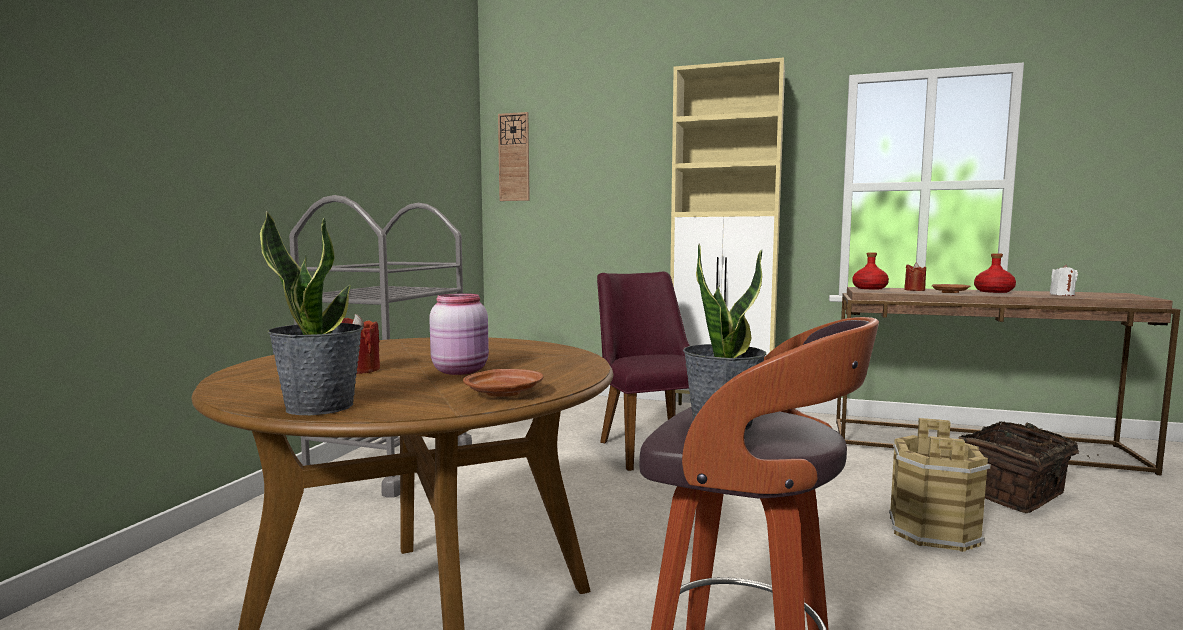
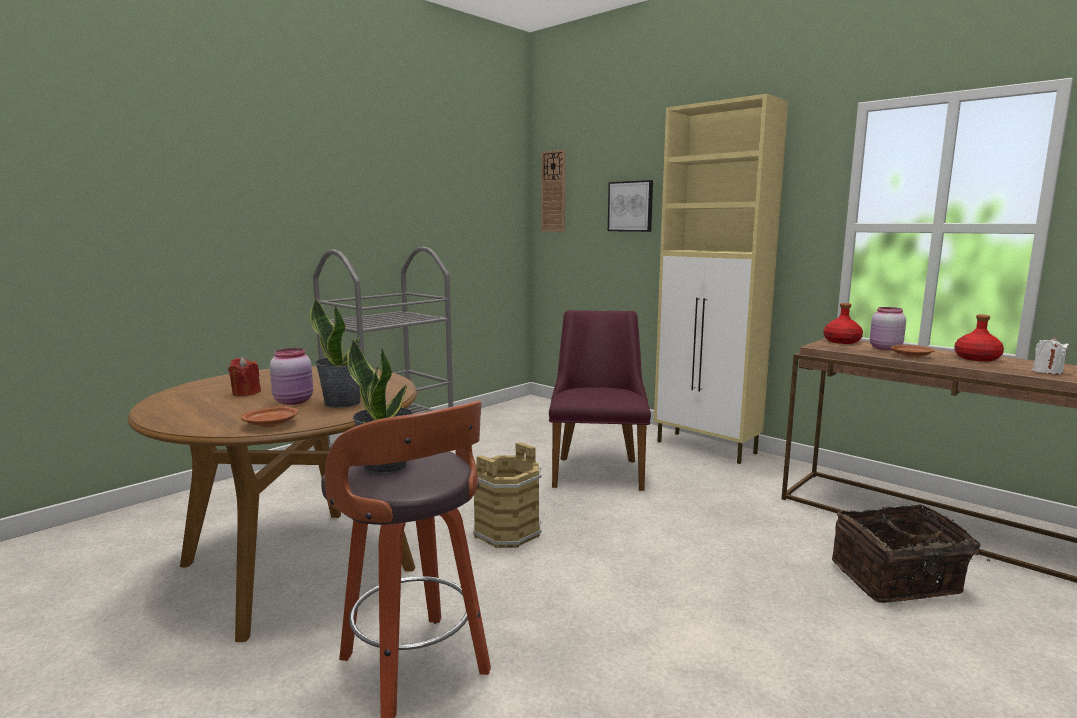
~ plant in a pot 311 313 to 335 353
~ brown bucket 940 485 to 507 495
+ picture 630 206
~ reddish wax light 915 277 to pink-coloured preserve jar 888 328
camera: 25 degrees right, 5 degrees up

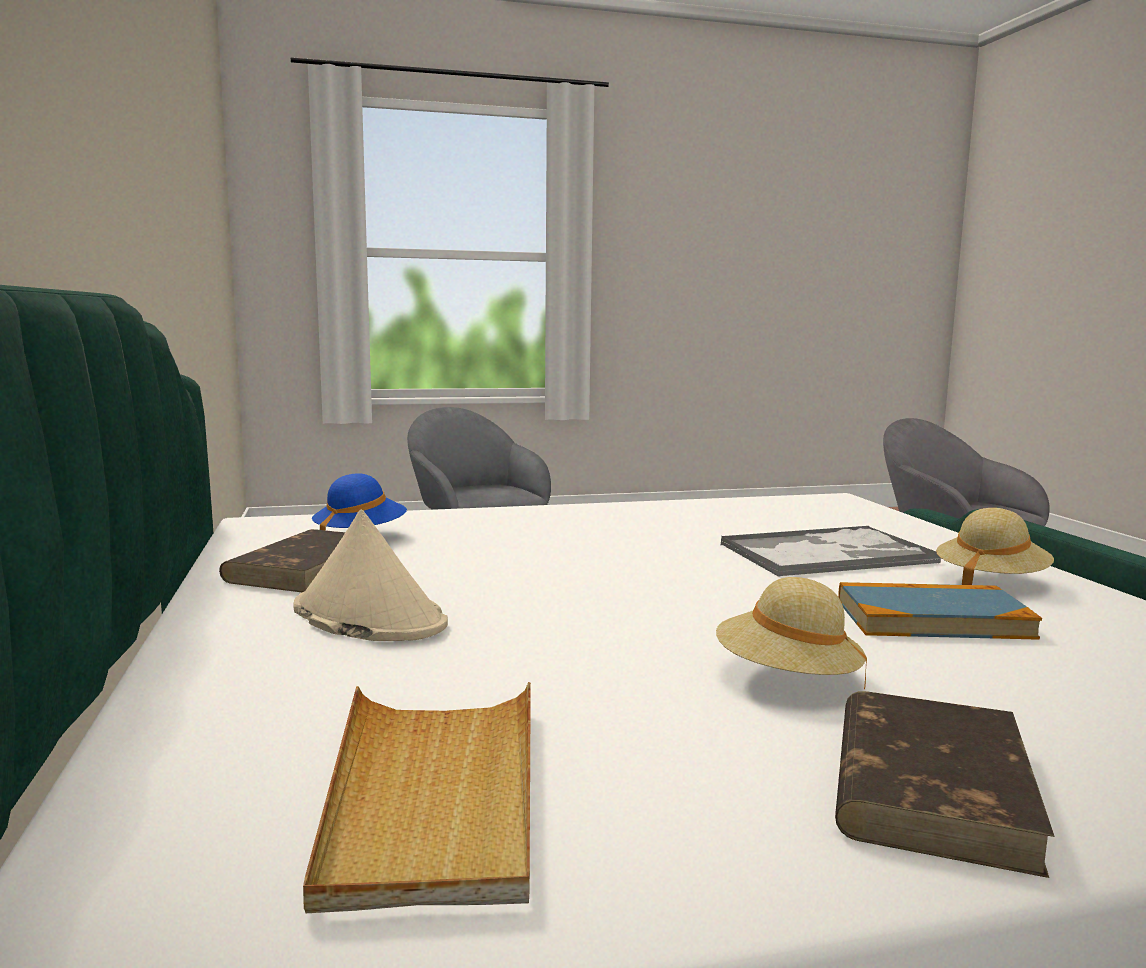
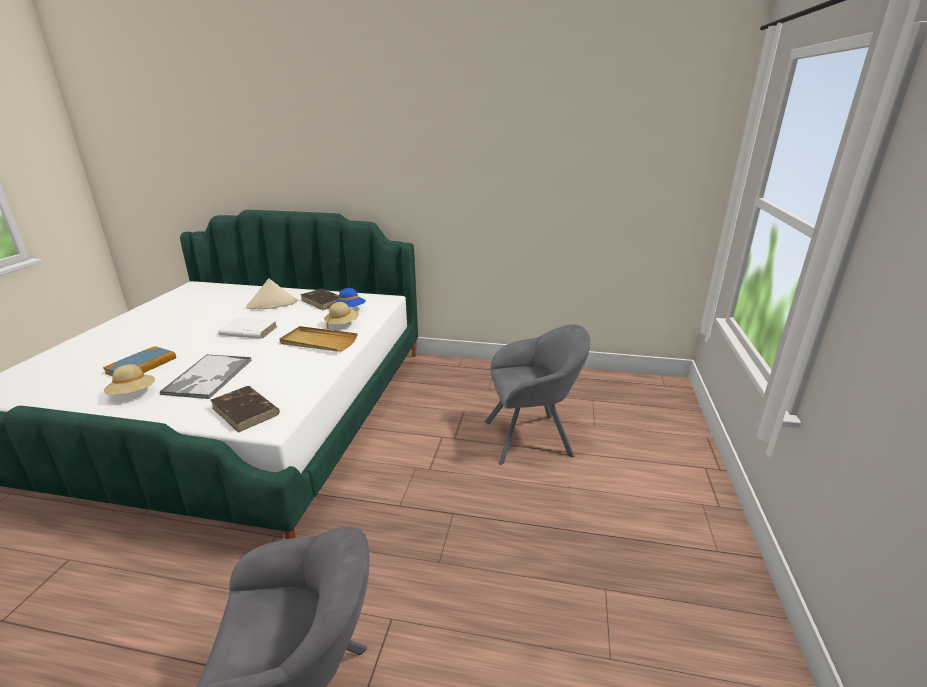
~ brown book 944 784 to 245 409
+ white-coloured book 247 328
~ beige serving tray 417 797 to 318 339
~ beige wearable hat 791 633 to 341 315
camera: 115 degrees right, 15 degrees up

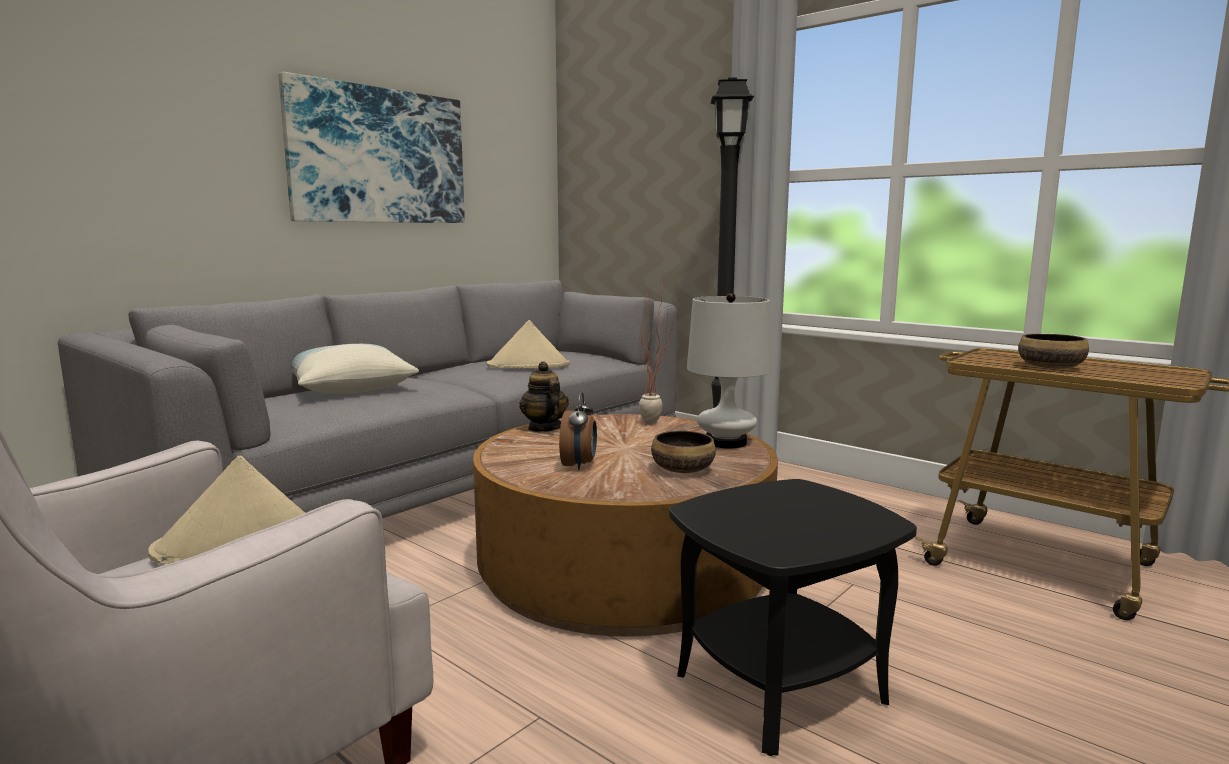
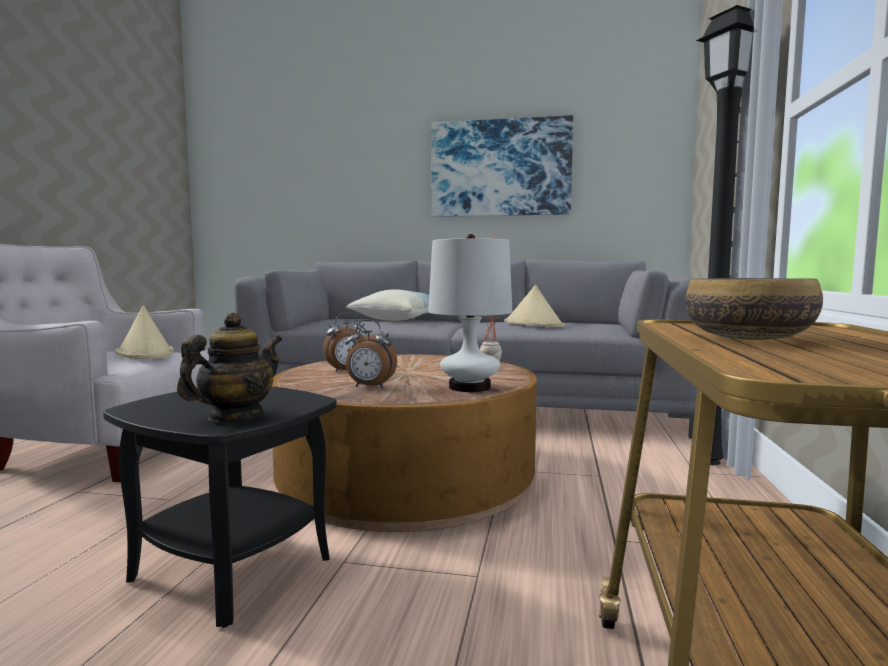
~ pot for tea 544 396 to 229 367
~ serving bowl 683 451 to bedside clock 371 354
camera: 60 degrees right, 5 degrees down

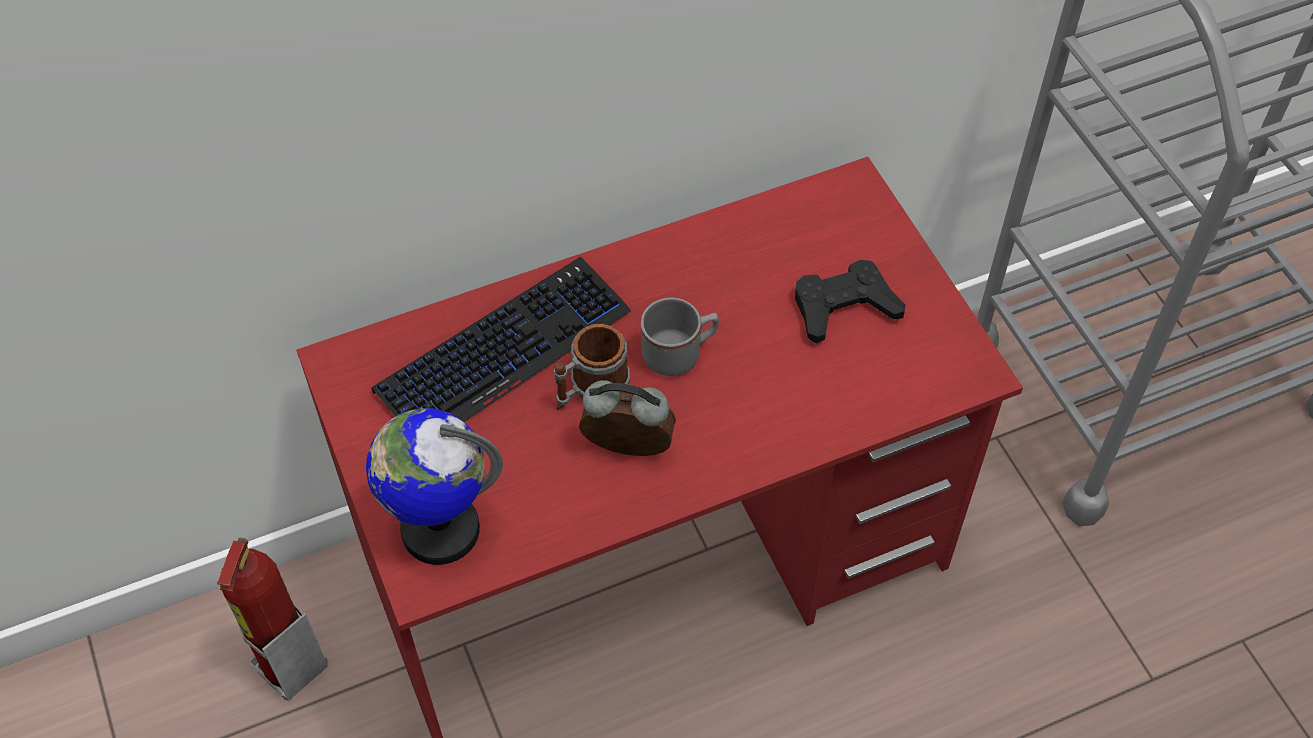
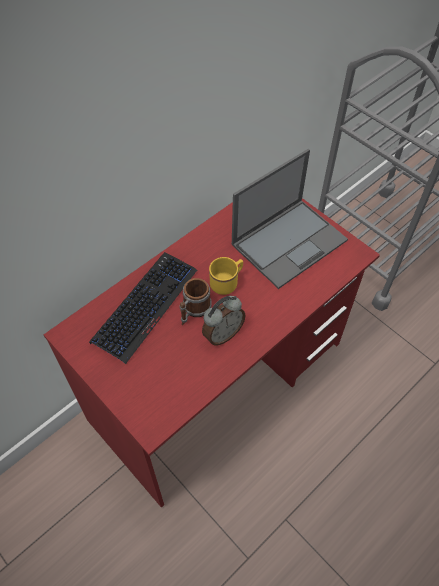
~ bedside clock 627 418 = 224 320 150 degrees clockwise
~ grey mug 680 337 to yellow mug 226 276
~ black-coloured gamepad 850 302 to notebook computer 289 219
- fire-fighting cylinder 272 619
- globe 434 486
camera: 20 degrees left, 0 degrees up

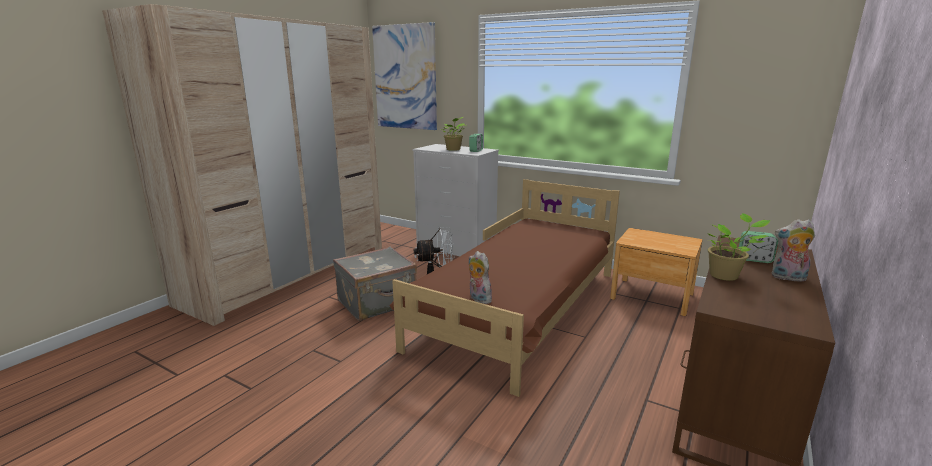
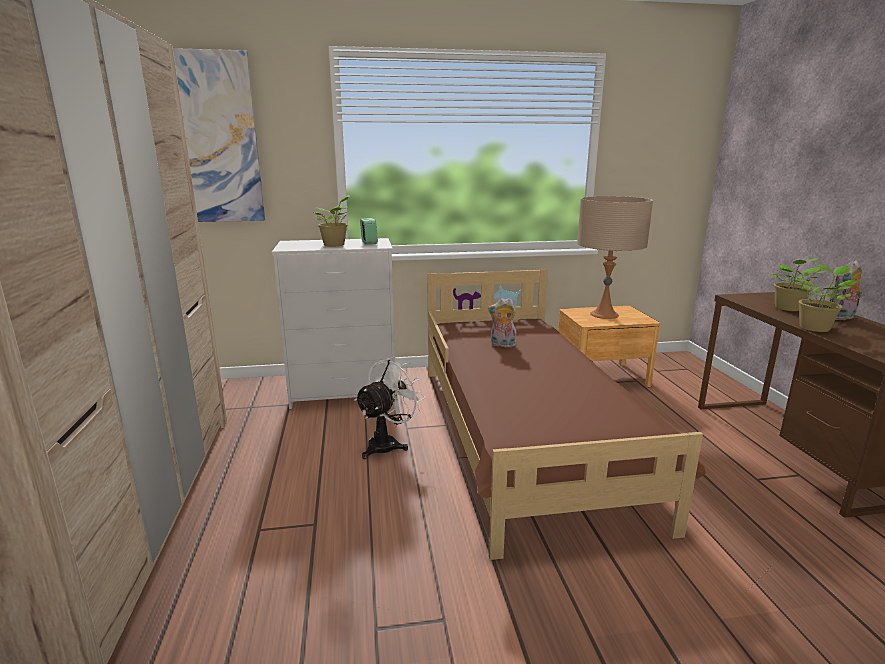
~ plush toy 480 277 to 502 322
+ beige lamp for a table 615 257
~ bedside clock 758 247 to plant in a pot 799 284
- grey suitcase 375 284
camera: 40 degrees left, 0 degrees up

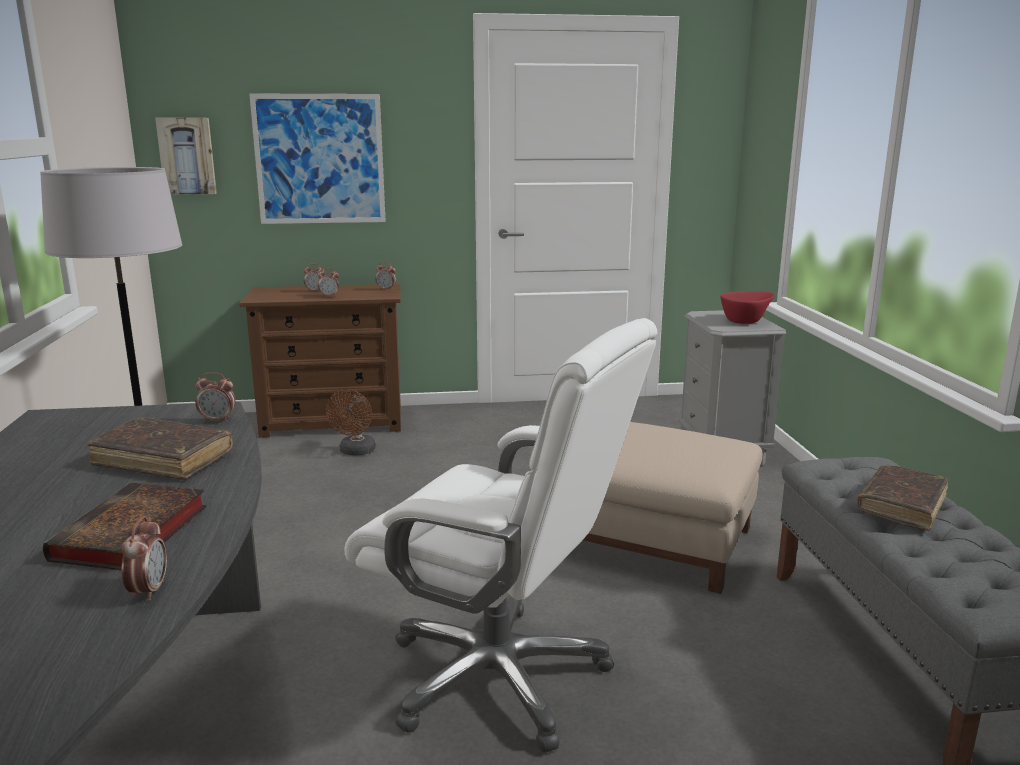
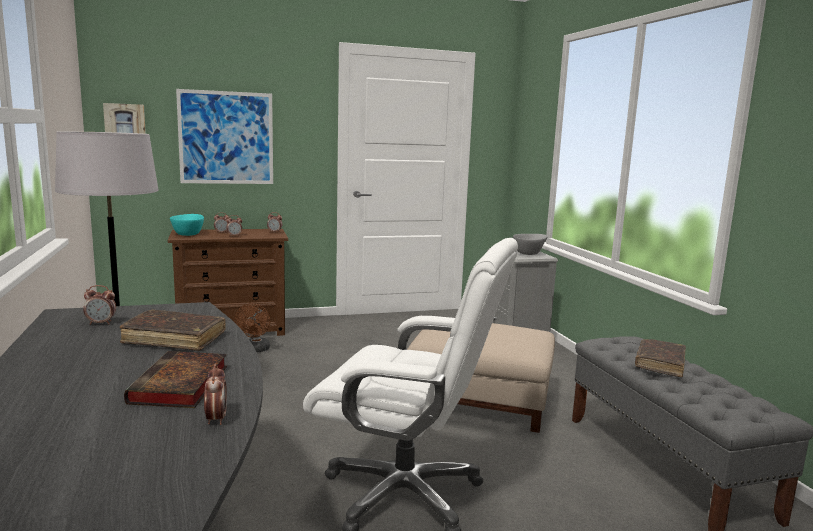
~ bedside clock 216 397 to 99 305
+ turquoise serving bowl 187 225
~ reddish serving bowl 748 307 to grey serving bowl 530 244
camera: 10 degrees left, 5 degrees down

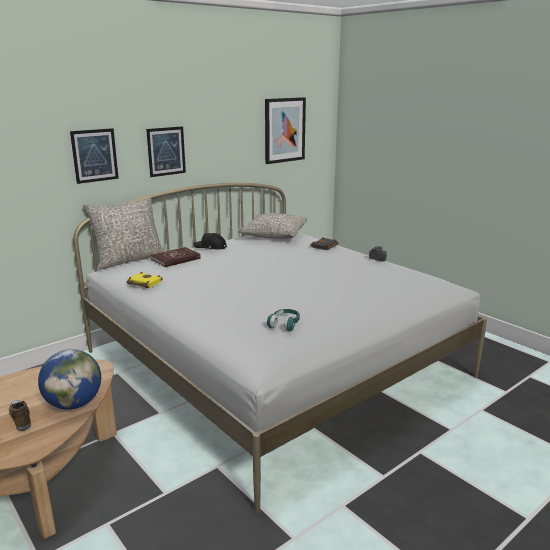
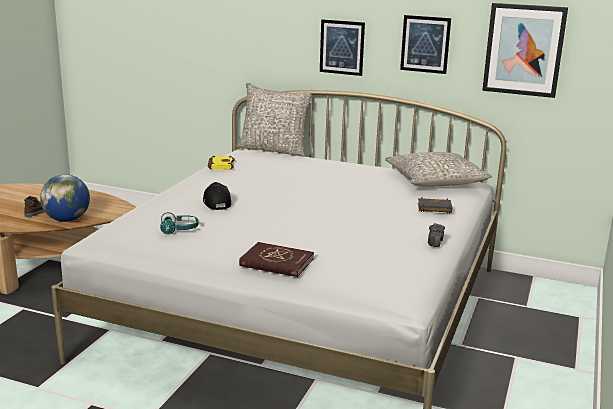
~ black-coloured baseball cap 210 241 to 217 196
~ reddish book 176 257 to 276 259
~ picture 94 156 to 425 44
camera: 60 degrees right, 0 degrees up

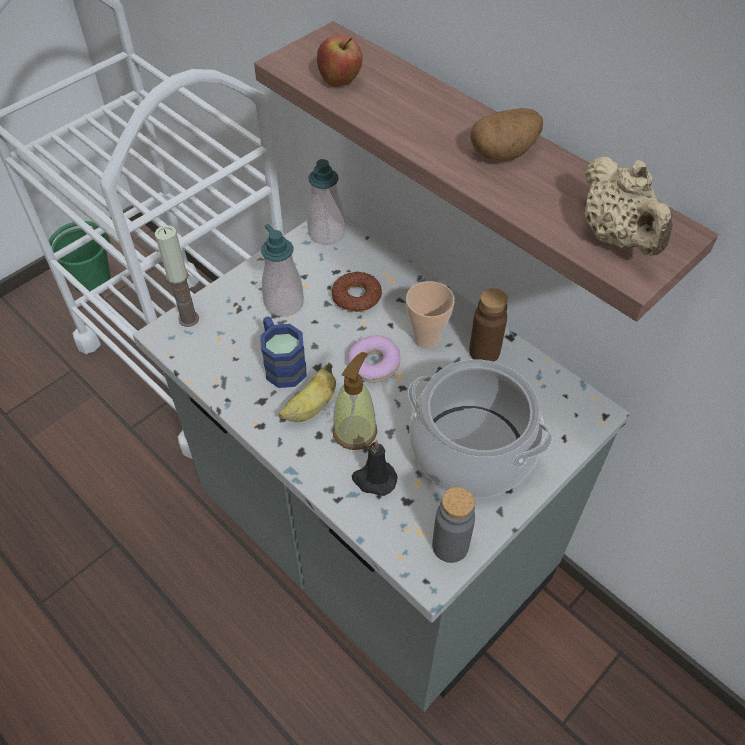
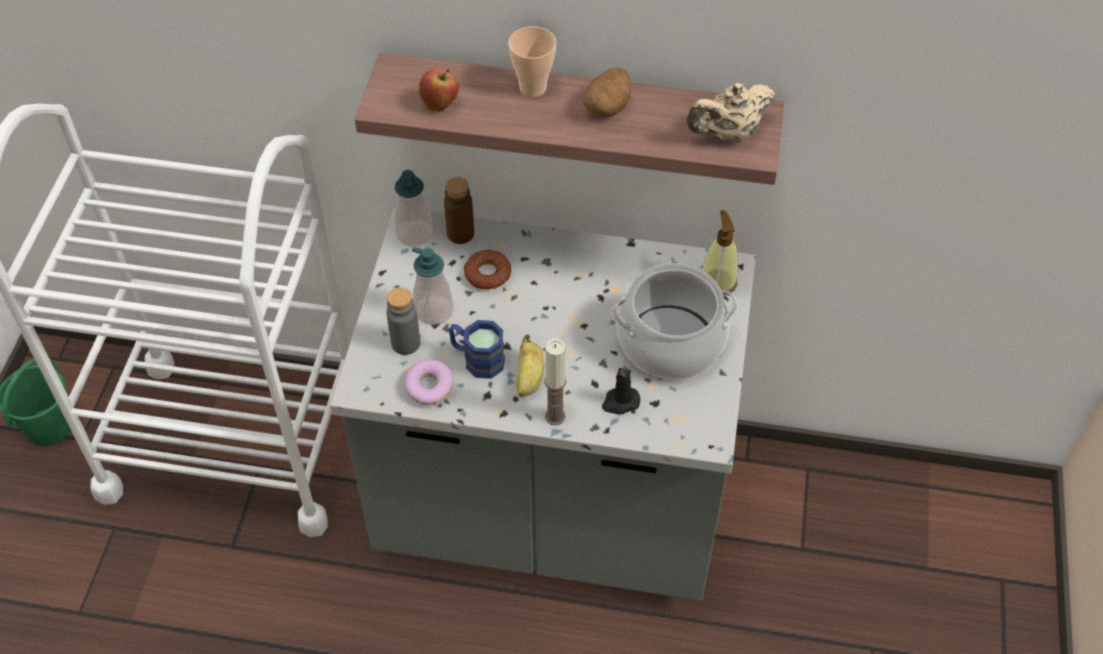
~ grey beverage bottle 453 525 to 403 321
~ donut 374 359 to 429 382
~ brown beverage bottle 488 325 to 459 210
~ small cup 430 315 to 532 61
~ wax light 177 276 to 555 382
~ beige pot for tea 629 206 = 731 112 120 degrees clockwise
~ soap bottle 354 401 to 720 253
camera: 35 degrees left, 0 degrees up

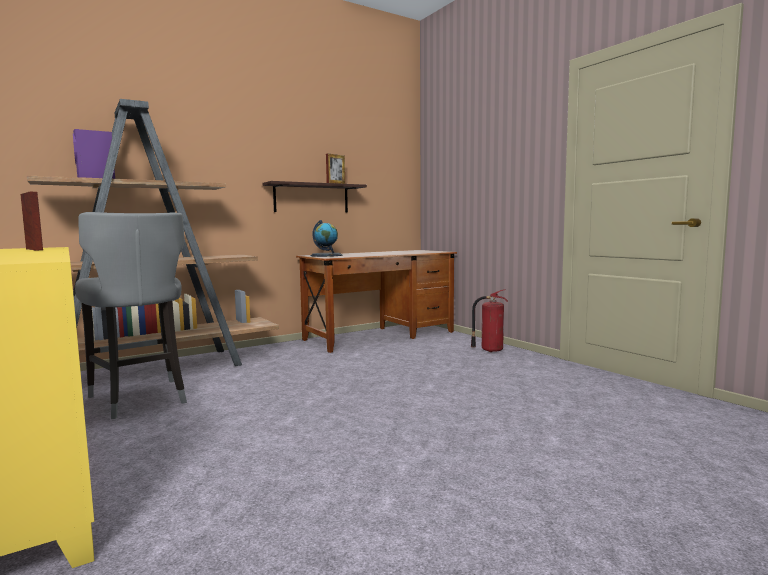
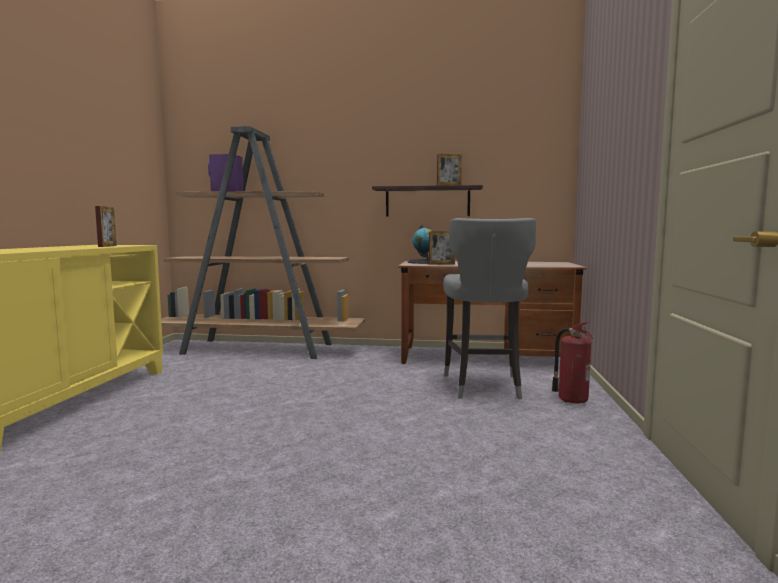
+ photo frame 442 247
~ grey stool 131 315 to 489 309
camera: 40 degrees right, 0 degrees up

